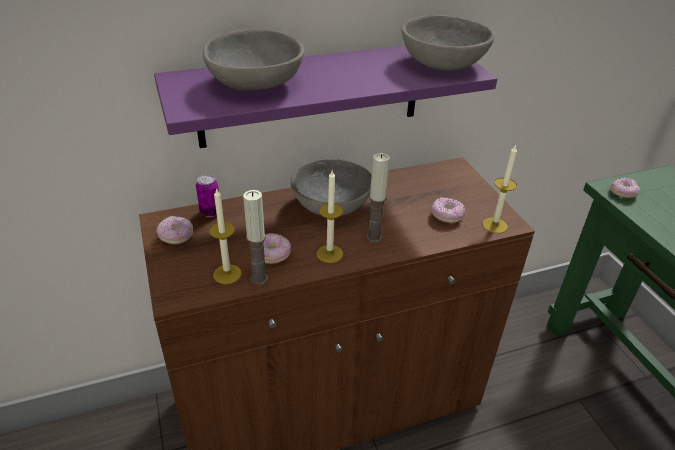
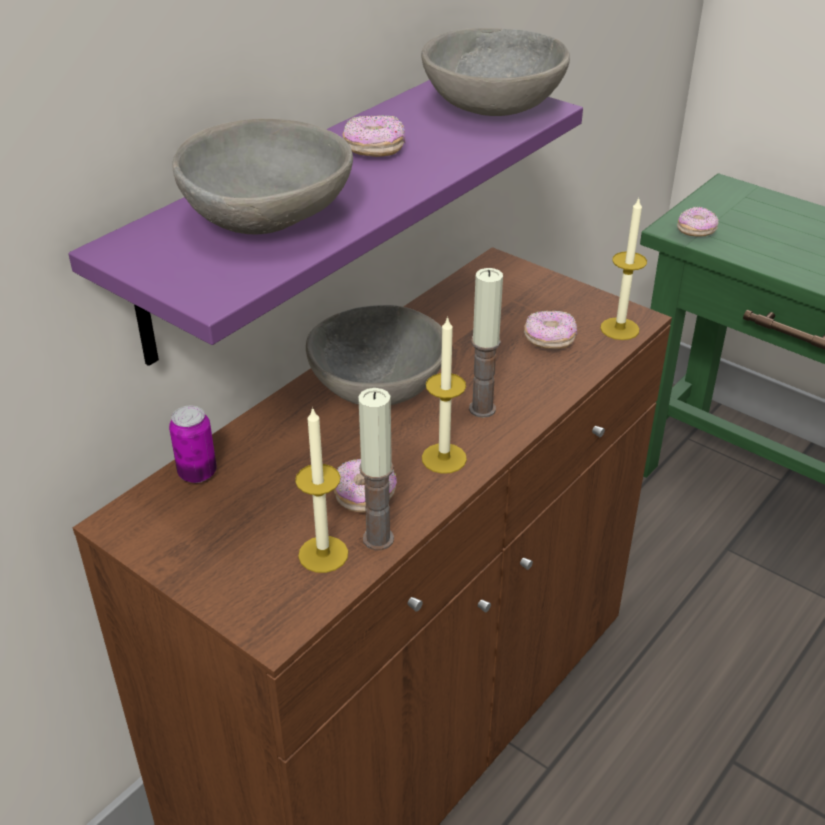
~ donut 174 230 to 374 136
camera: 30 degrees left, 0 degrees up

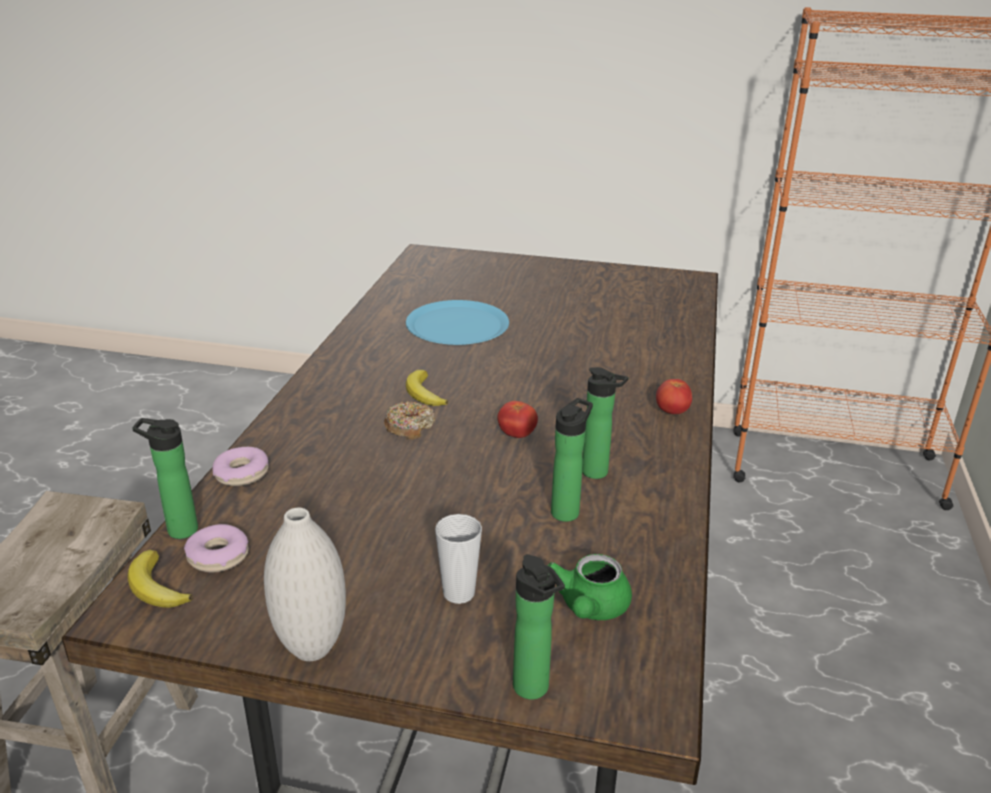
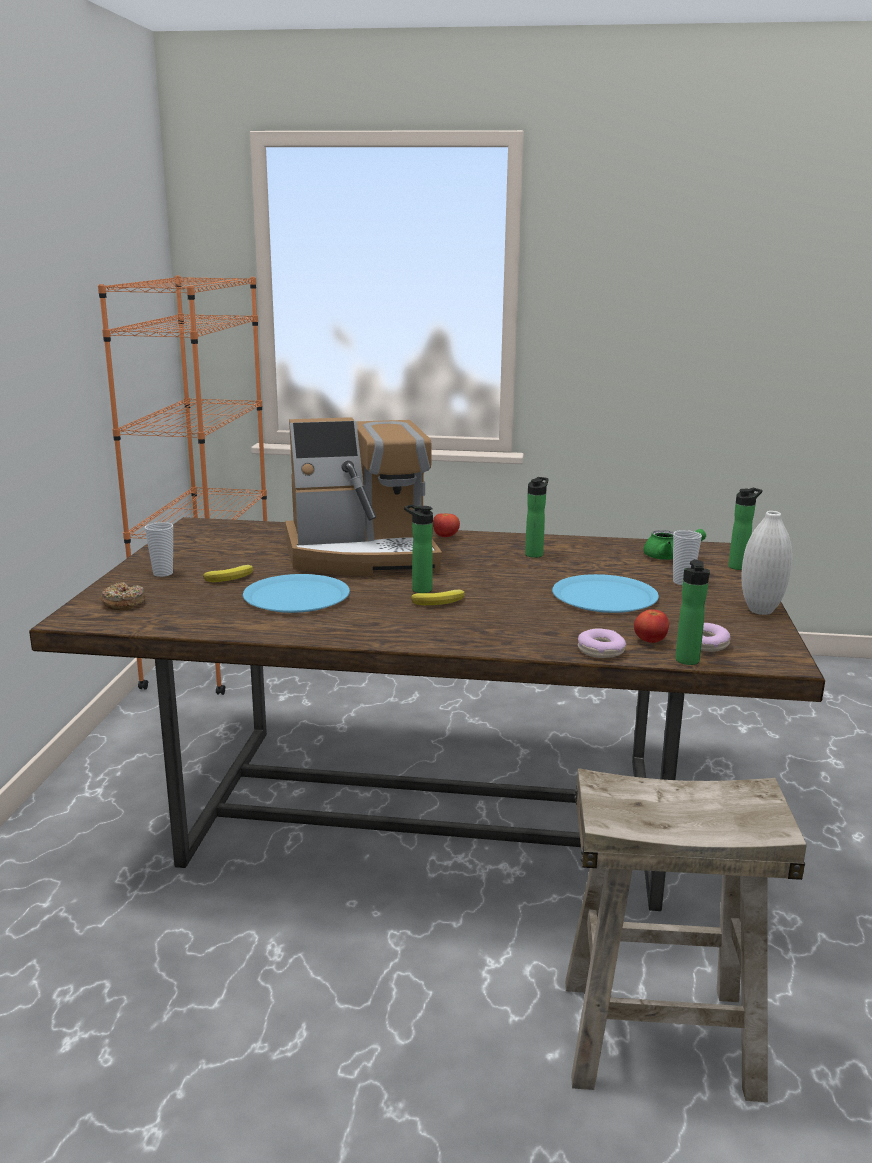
~ donut 409 420 to 123 596
+ small cup 159 549
~ banana fruit 160 578 to 228 573
+ coffee brewer 363 496
~ beverage bottle 572 460 to 418 548
+ blue plate 605 593
~ tomato 517 419 to 651 626
camera: 95 degrees left, 10 degrees down

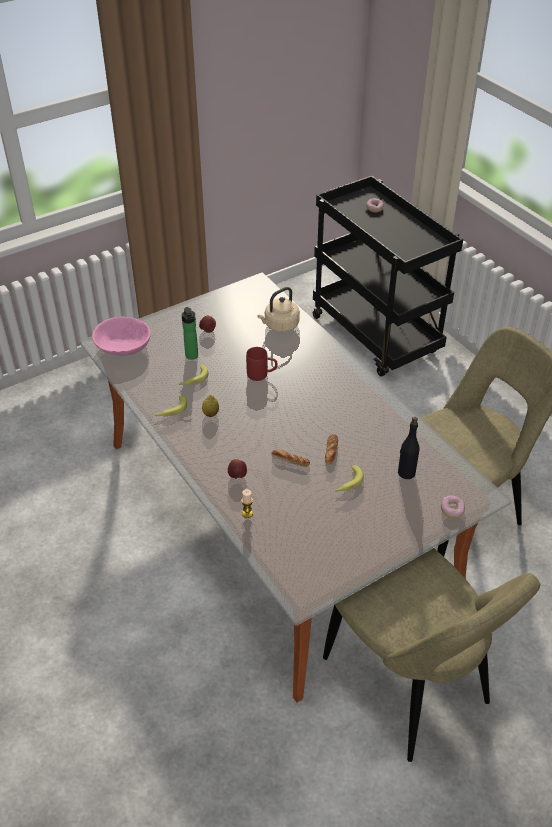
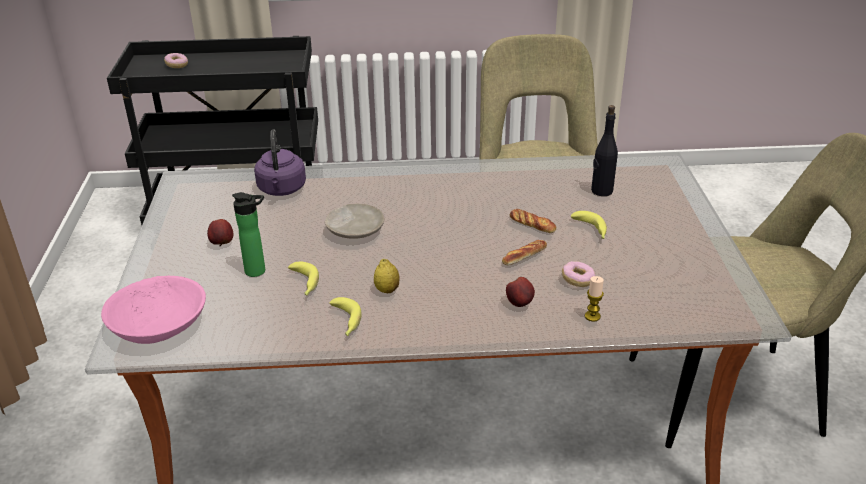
~ beige water kettle 278 309 to purple-coloured water kettle 280 162
~ reddish mug 262 364 to beige plate 354 221
~ donut 453 506 to 578 274
camera: 60 degrees left, 10 degrees down

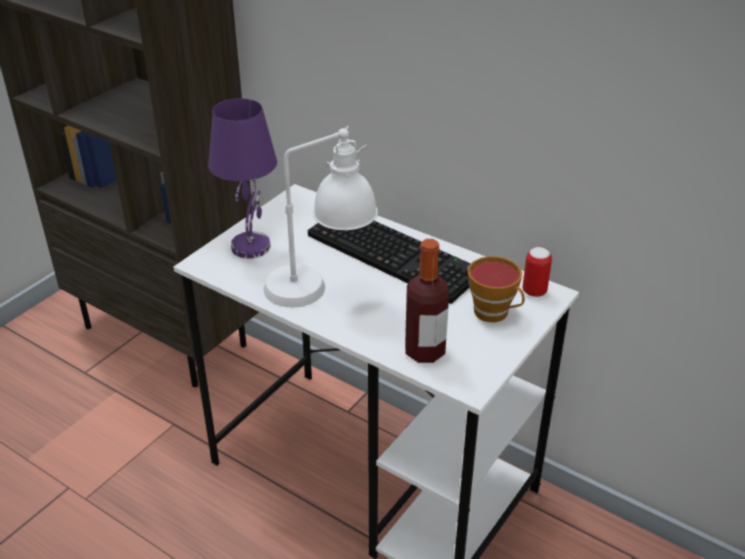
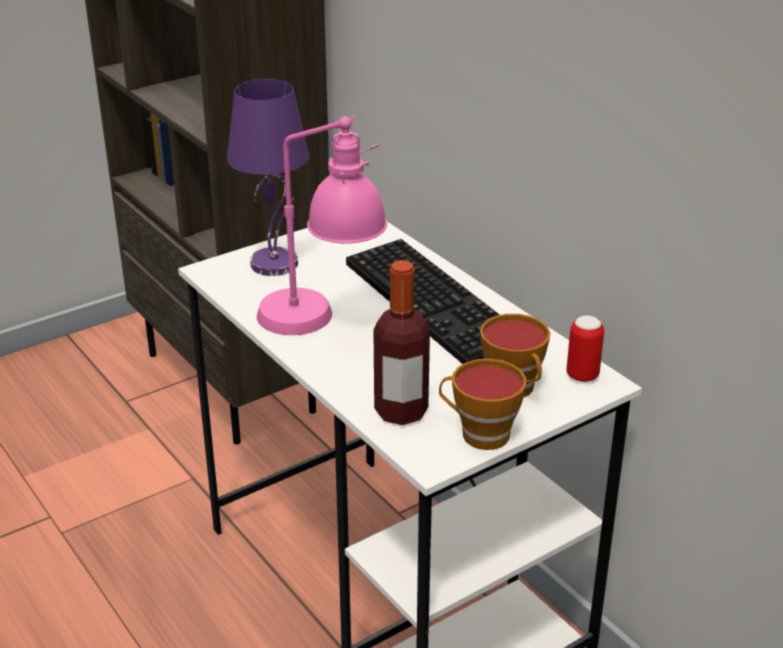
~ white-coloured lamp for a table 321 216 to pink-coloured lamp for a table 322 225
+ small cup 482 404
camera: 20 degrees right, 5 degrees down

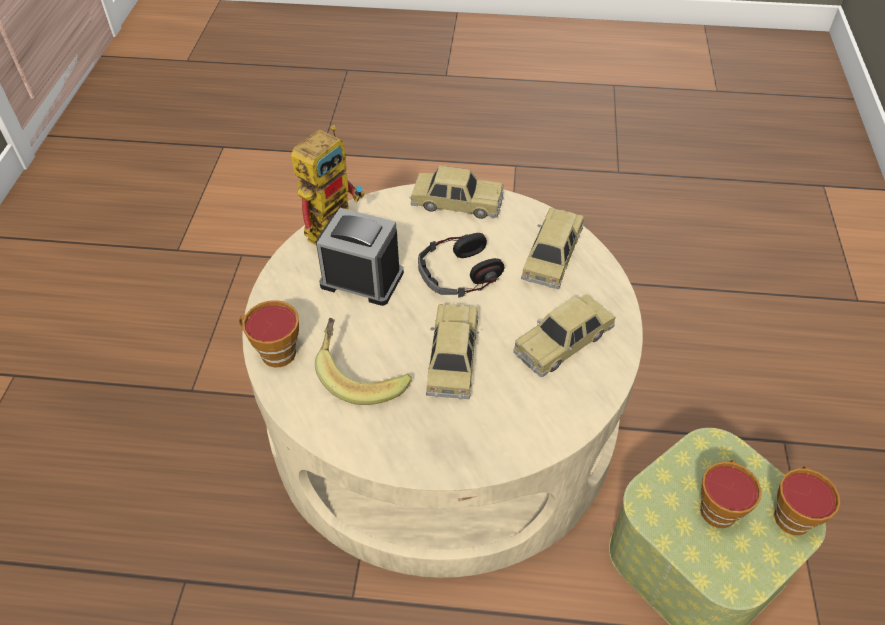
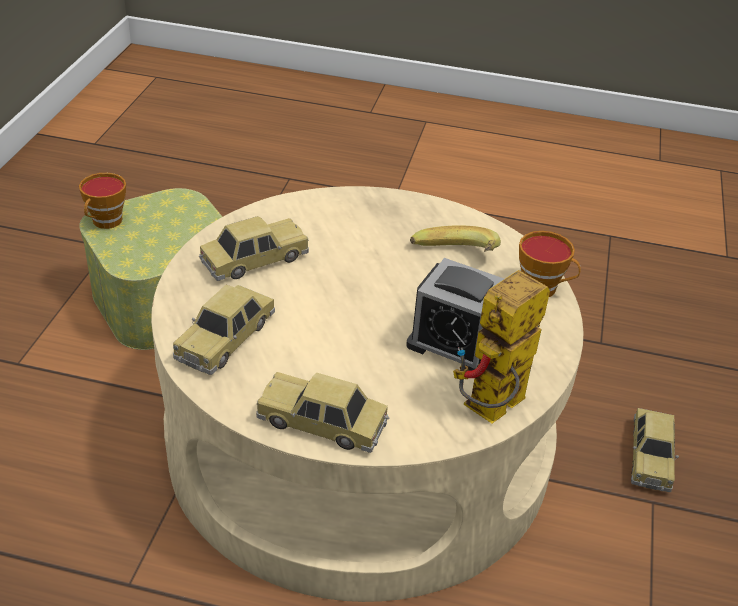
~ model car 452 351 to 655 450
- headphones 461 265
- small cup 731 494
camera: 175 degrees left, 10 degrees down

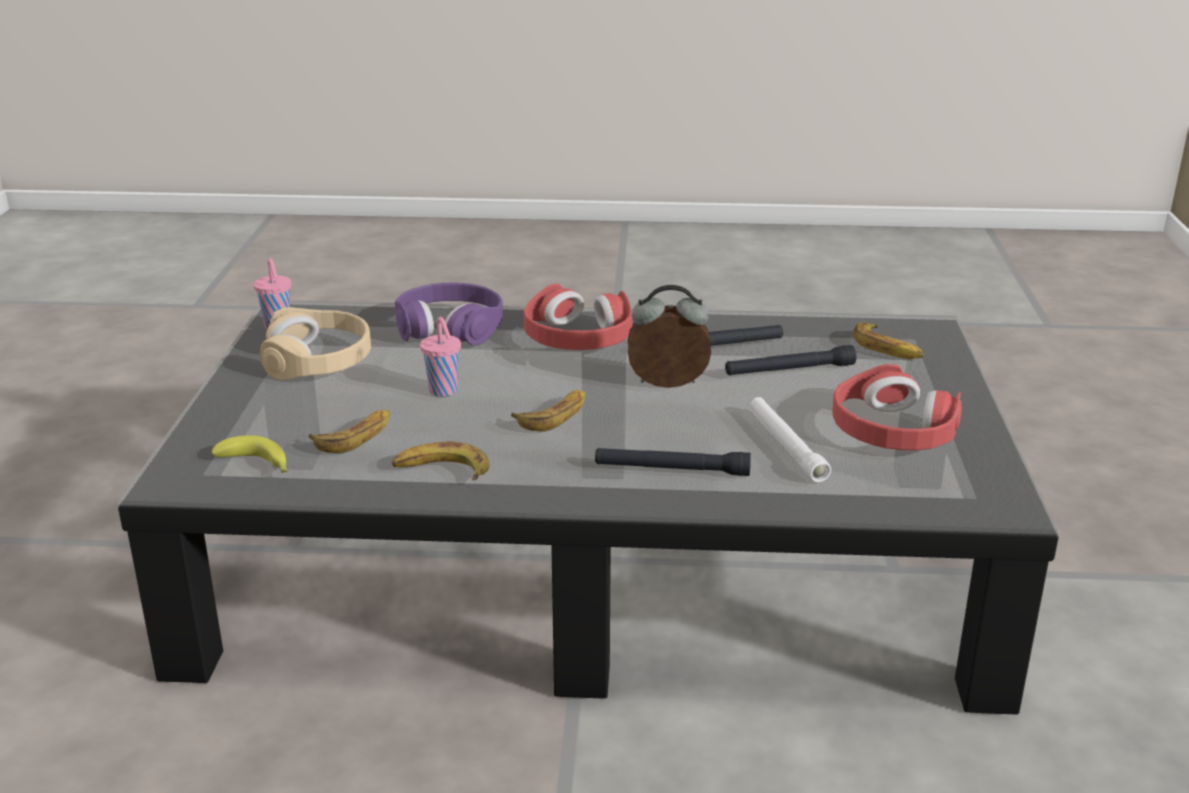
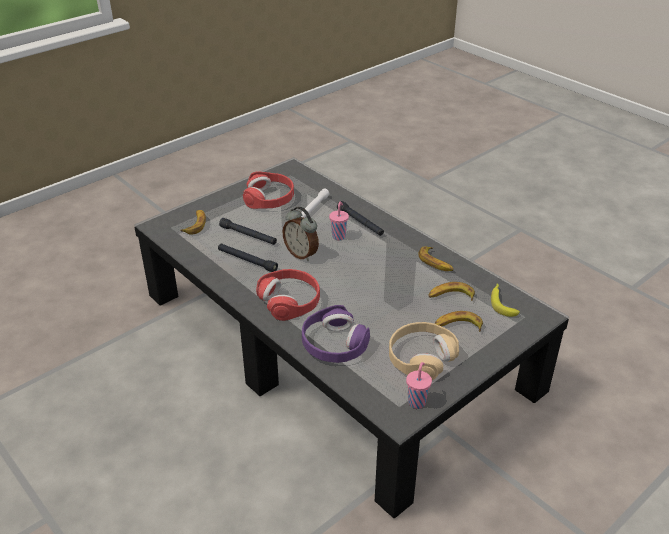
~ pink-coloured small cup 440 357 to 339 221
~ banana fruit 548 410 to 458 321
camera: 135 degrees left, 10 degrees up

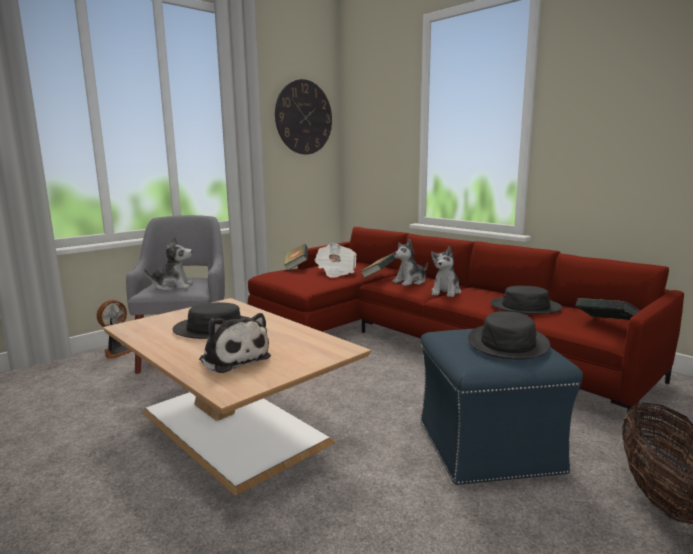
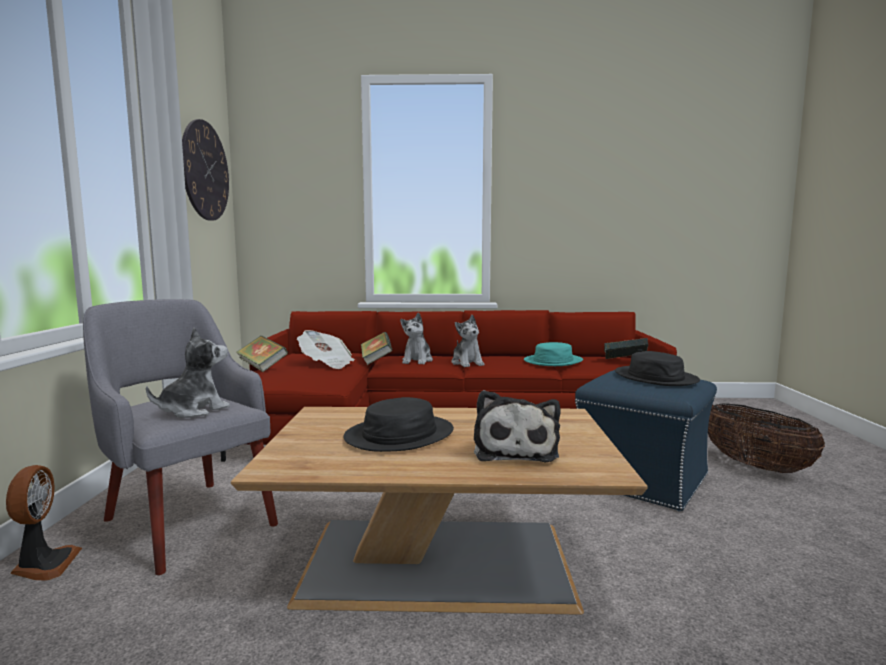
~ plush toy 235 343 = 517 426 90 degrees clockwise
~ black-coloured wearable hat 526 300 to turquoise wearable hat 553 354
camera: 45 degrees left, 5 degrees down

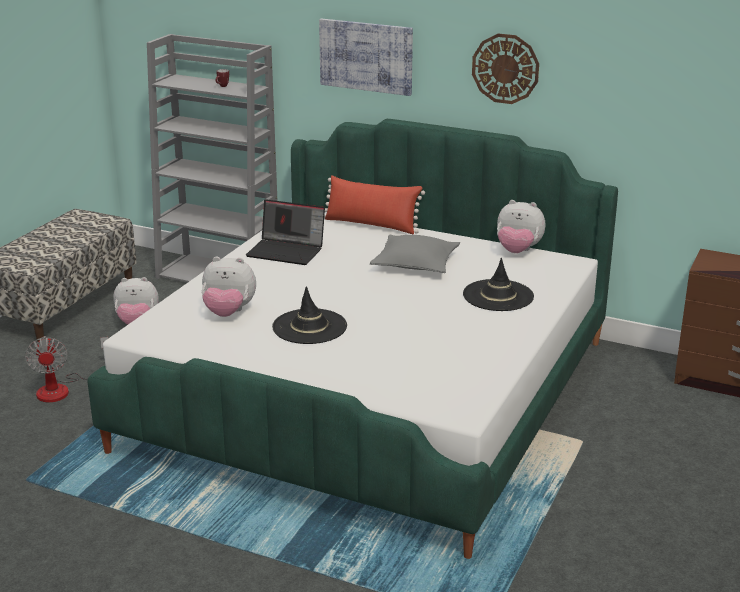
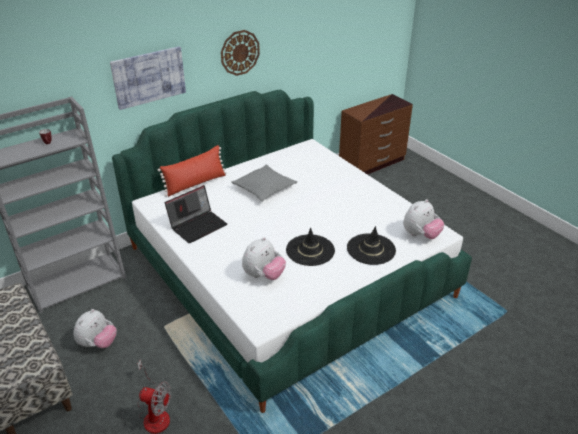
~ black-coloured wearable hat 498 284 to 371 245
~ plush toy 521 226 to 423 219
camera: 60 degrees left, 10 degrees up

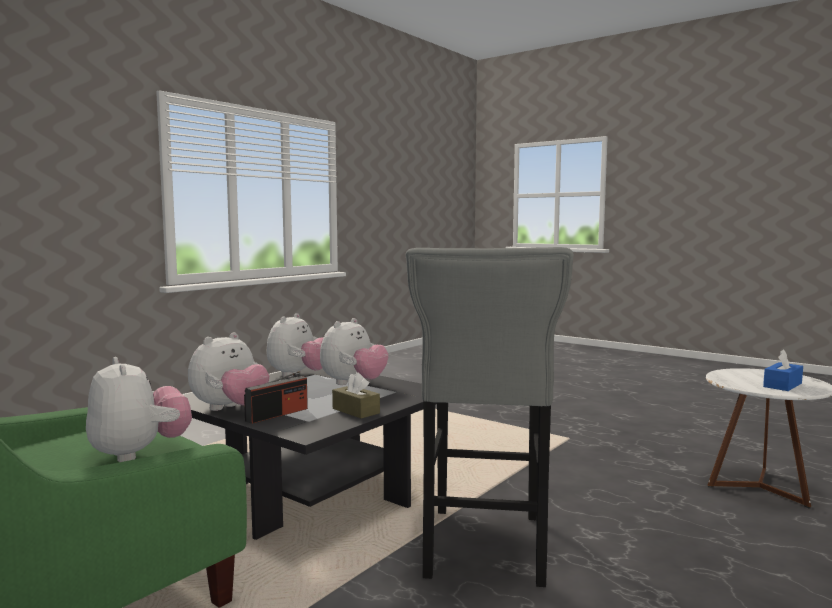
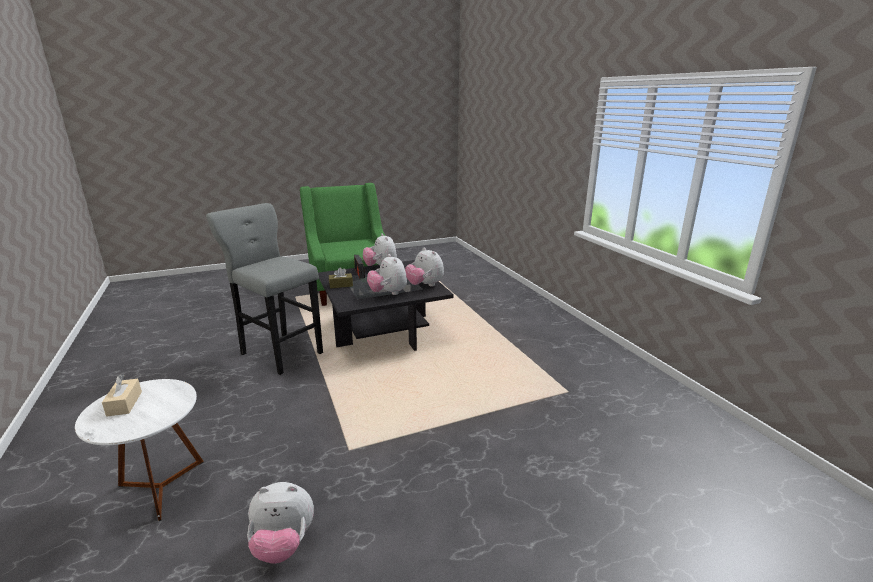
~ blue tissue box 783 370 to beige tissue box 122 395
~ plush toy 139 409 to 280 523
camera: 120 degrees right, 15 degrees up

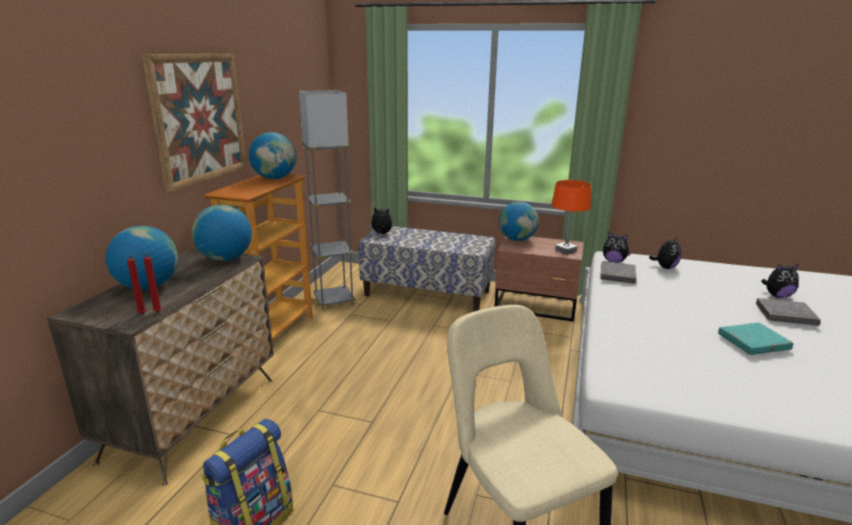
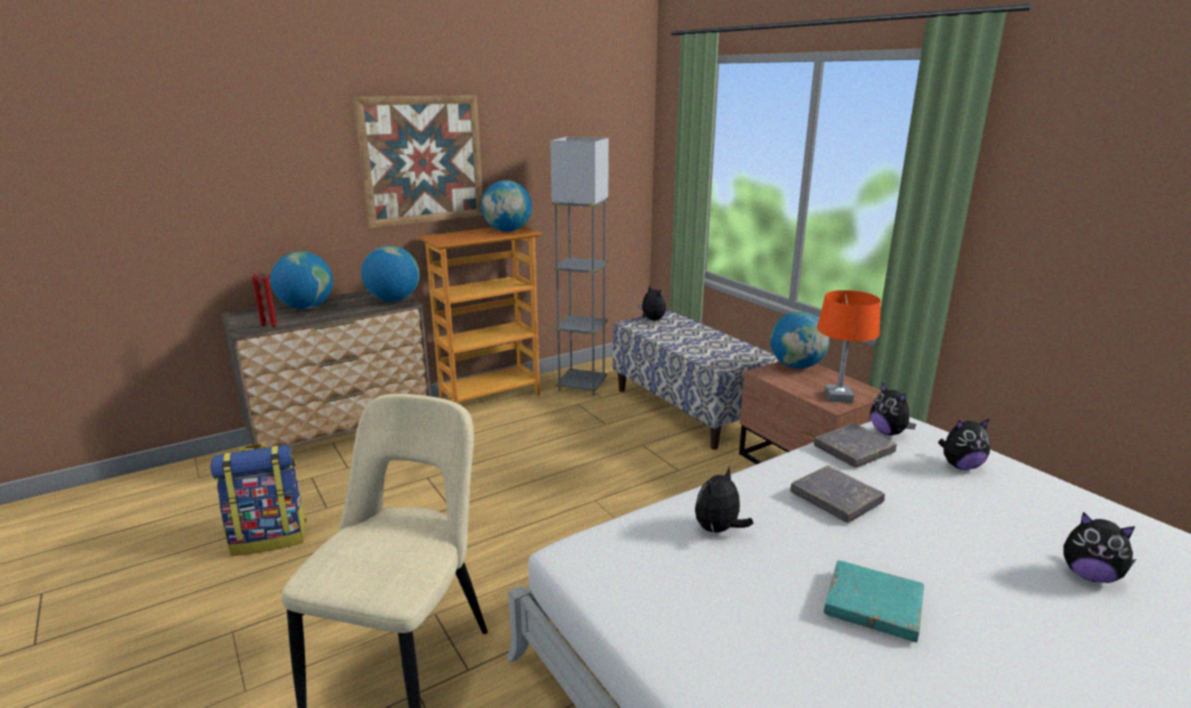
+ plush toy 724 500
~ grey book 788 312 to 837 494
camera: 40 degrees right, 0 degrees up

